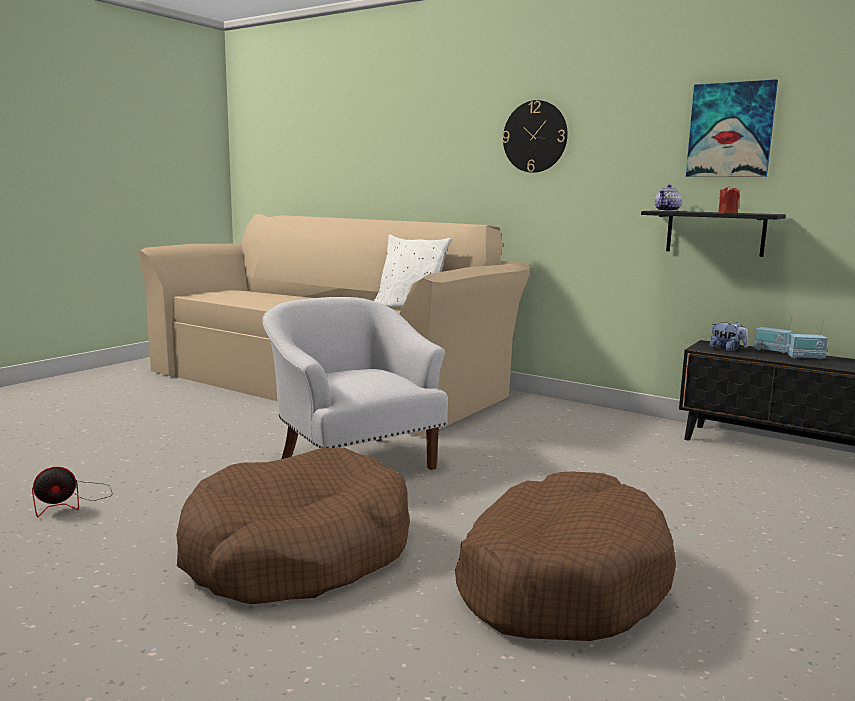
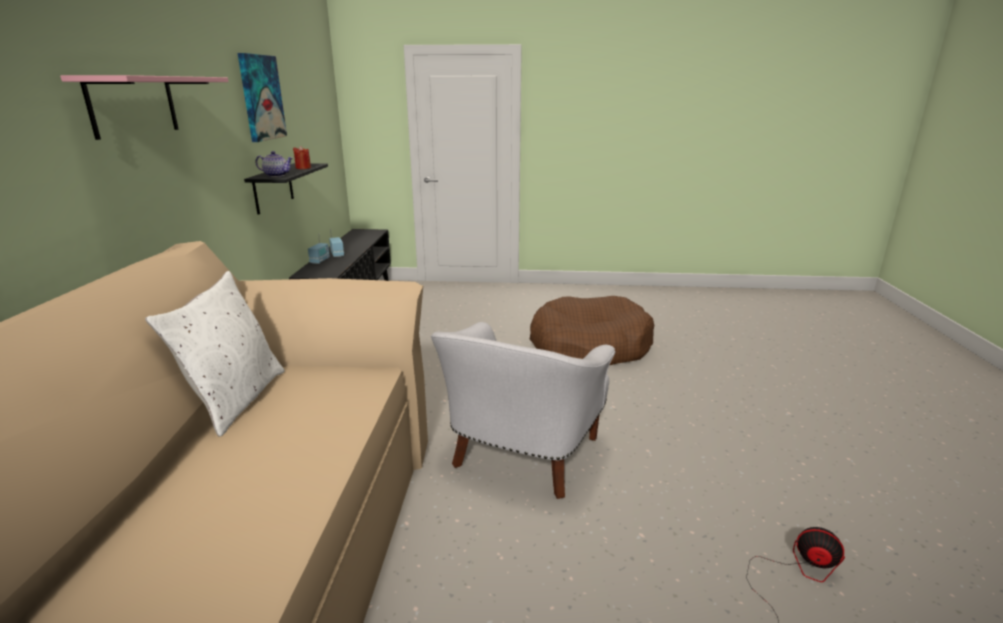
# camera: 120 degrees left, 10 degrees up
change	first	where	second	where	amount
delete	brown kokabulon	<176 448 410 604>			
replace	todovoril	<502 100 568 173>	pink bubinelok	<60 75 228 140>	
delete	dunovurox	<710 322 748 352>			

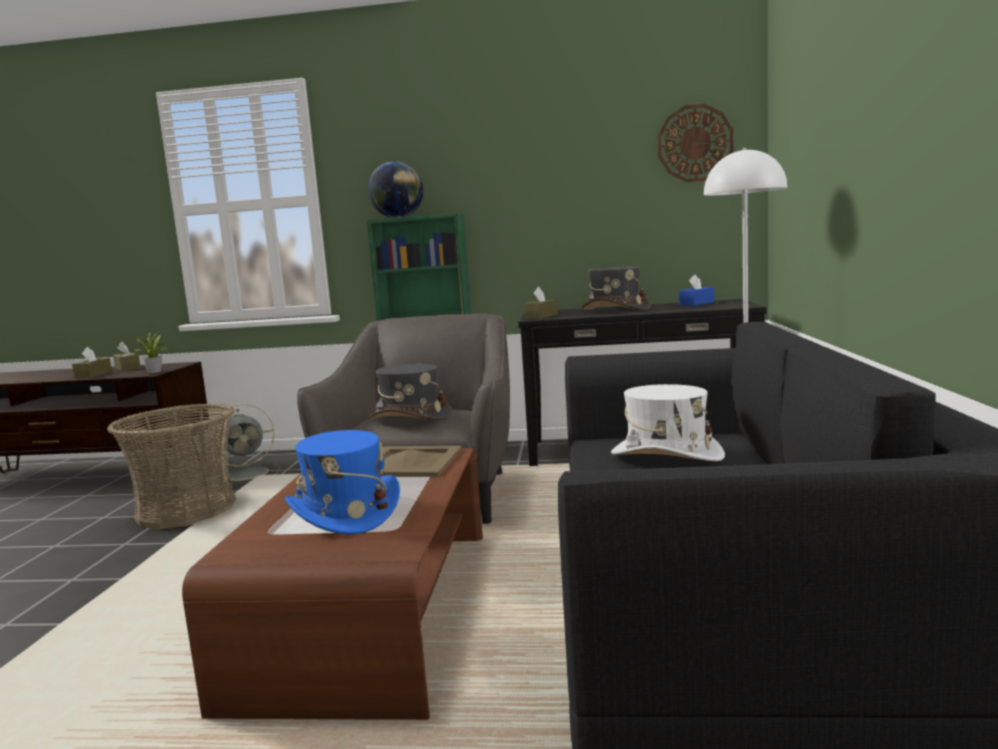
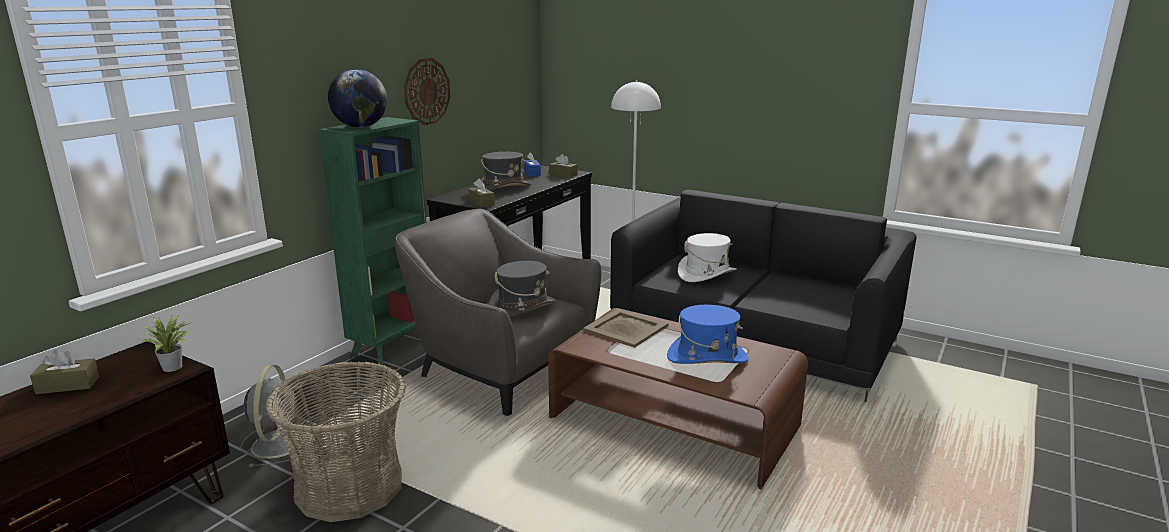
# camera: 65 degrees left, 10 degrees up
change	first	where	second	where	amount
move	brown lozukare	<72 347 112 379>		<549 154 577 178>	
move	todovoril	<658 104 734 182>		<404 58 450 125>	

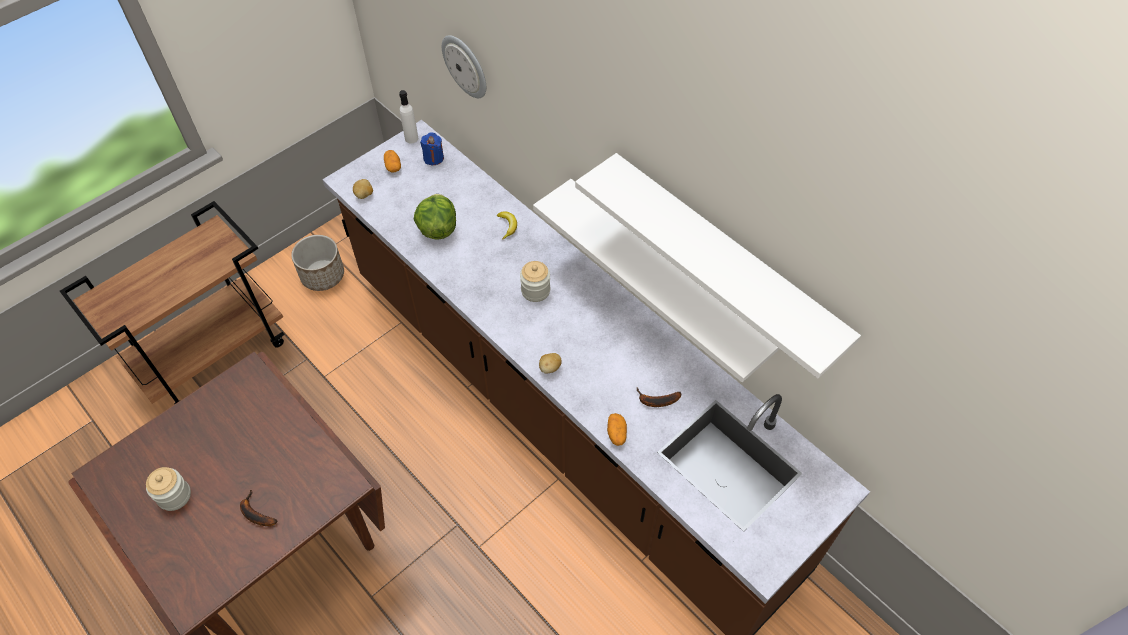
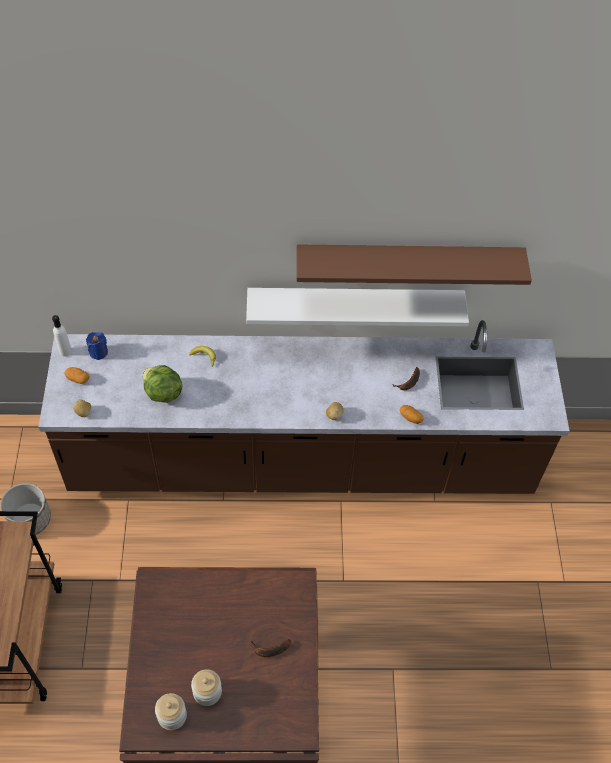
# camera: 50 degrees left, 0 degrees up
change	first	where	second	where	amount
delete	todovoril	<442 35 486 98>			
move	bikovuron	<520 261 550 302>		<155 693 187 730>	
recolor	white bubinelok	<575 153 861 378>	brown bubinelok	<296 244 532 285>	

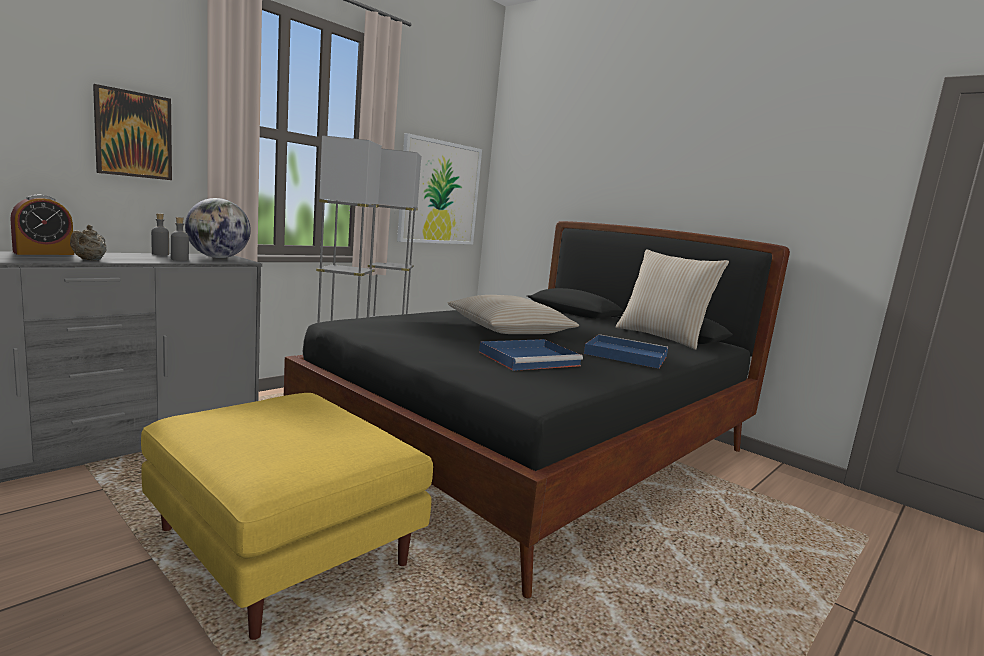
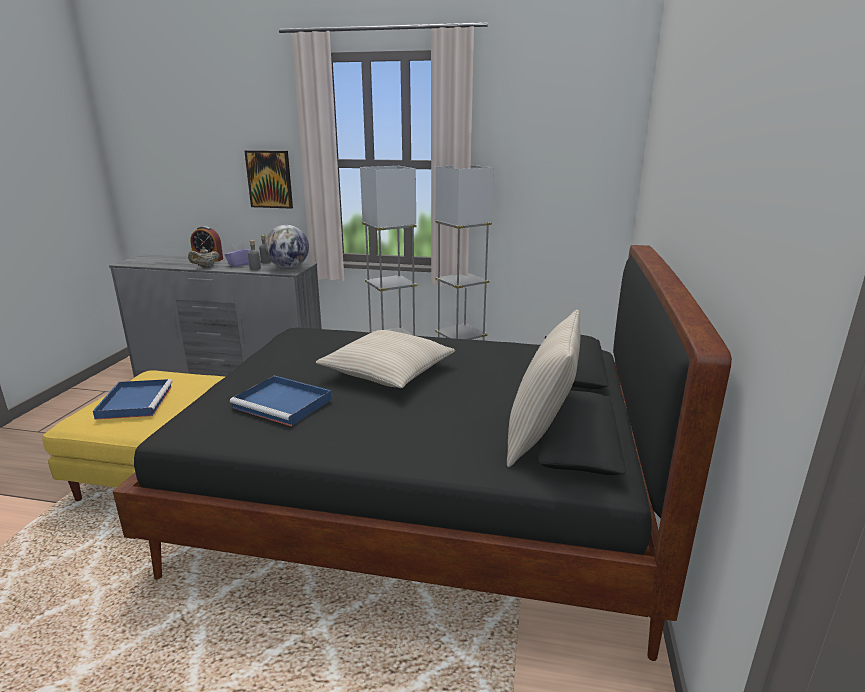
# camera: 60 degrees right, 10 degrees up
change	first	where	second	where	amount
delete	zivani	<397 133 482 244>			
move	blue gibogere	<584 334 668 369>		<93 379 173 420>	
insert			purple lozukare	<224 243 251 267>	

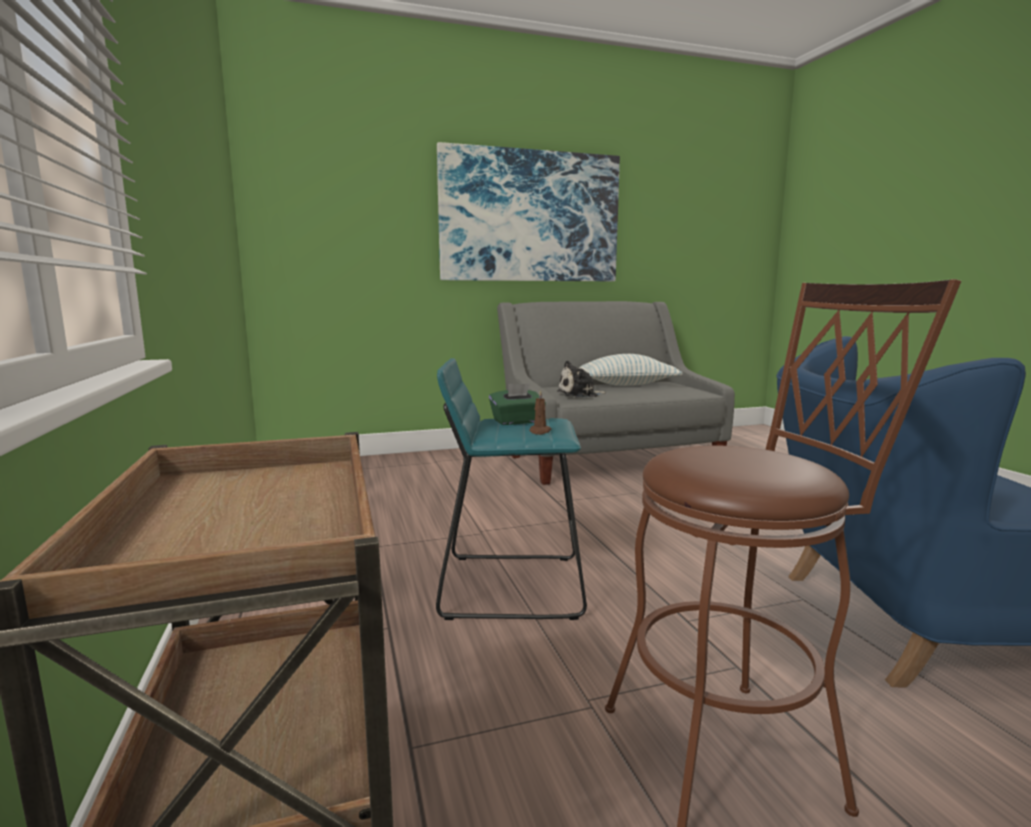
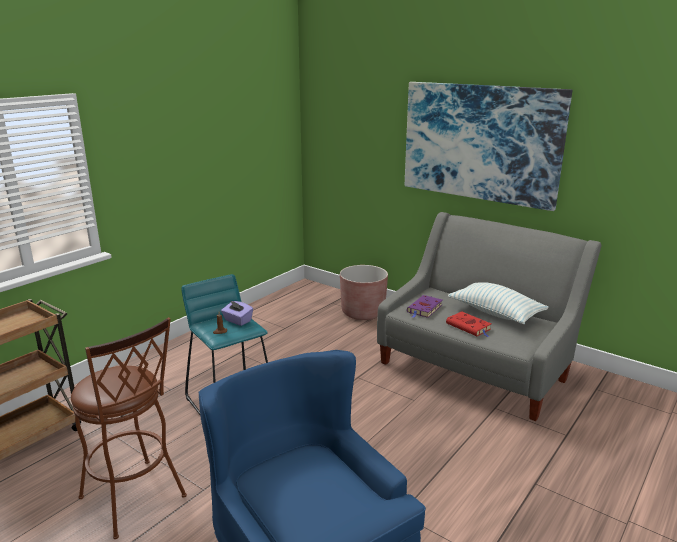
# camera: 55 degrees right, 10 degrees up
change	first	where	second	where	amount
recolor	green lozukare	<489 383 546 425>	purple lozukare	<221 300 253 326>	
replace	dunovurox	<557 360 607 398>	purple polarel	<407 295 442 318>	
insert			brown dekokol	<340 265 388 320>	
insert			red polarel	<446 311 492 337>	

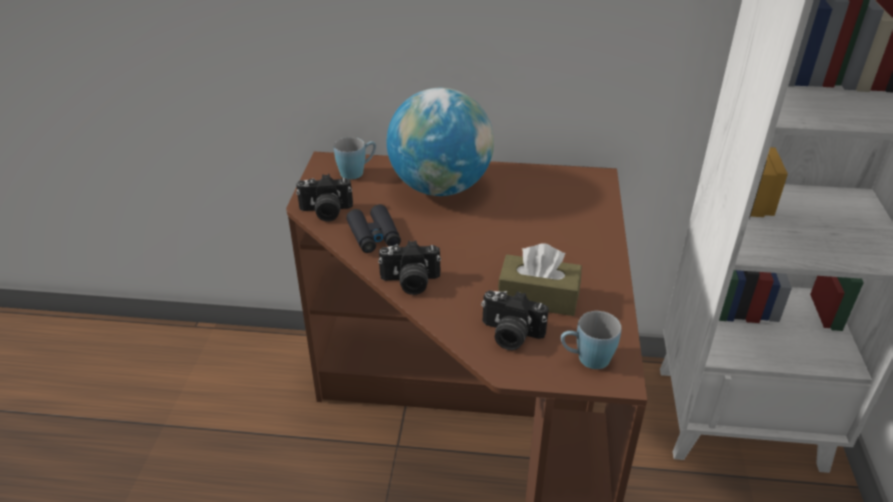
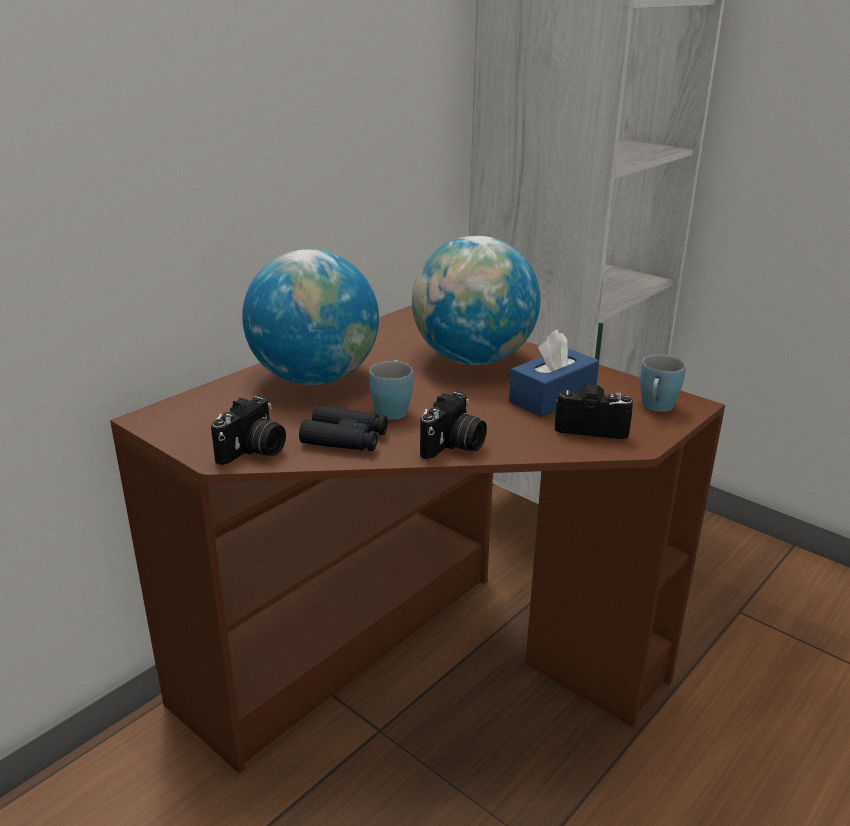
# camera: 55 degrees left, 10 degrees down
change	first	where	second	where	amount
move	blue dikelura	<334 137 376 180>		<369 360 413 420>	
rotate	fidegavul	<481 290 549 350>		<555 384 633 439>	135 degrees counterclockwise
recolor	brown lozukare	<498 243 582 316>	blue lozukare	<509 330 599 417>	
insert			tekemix	<412 236 540 365>	

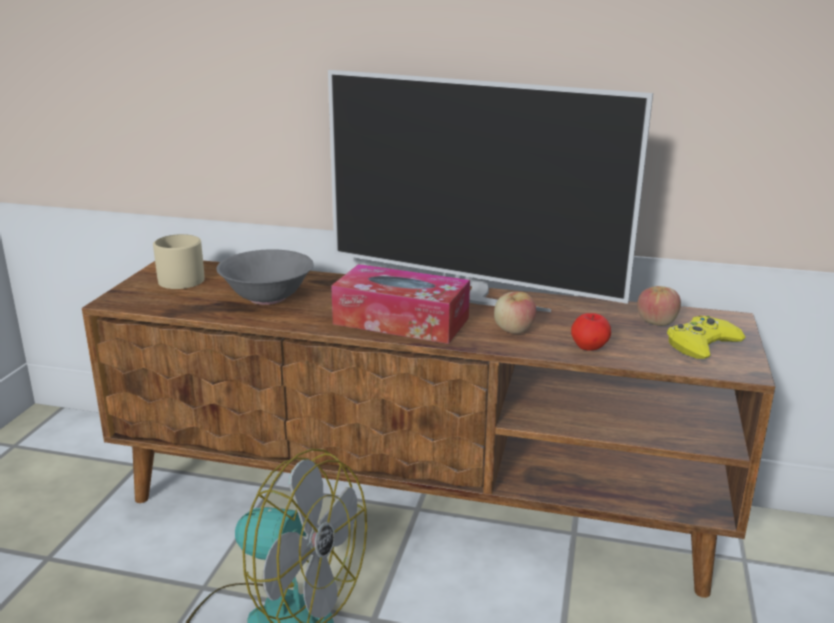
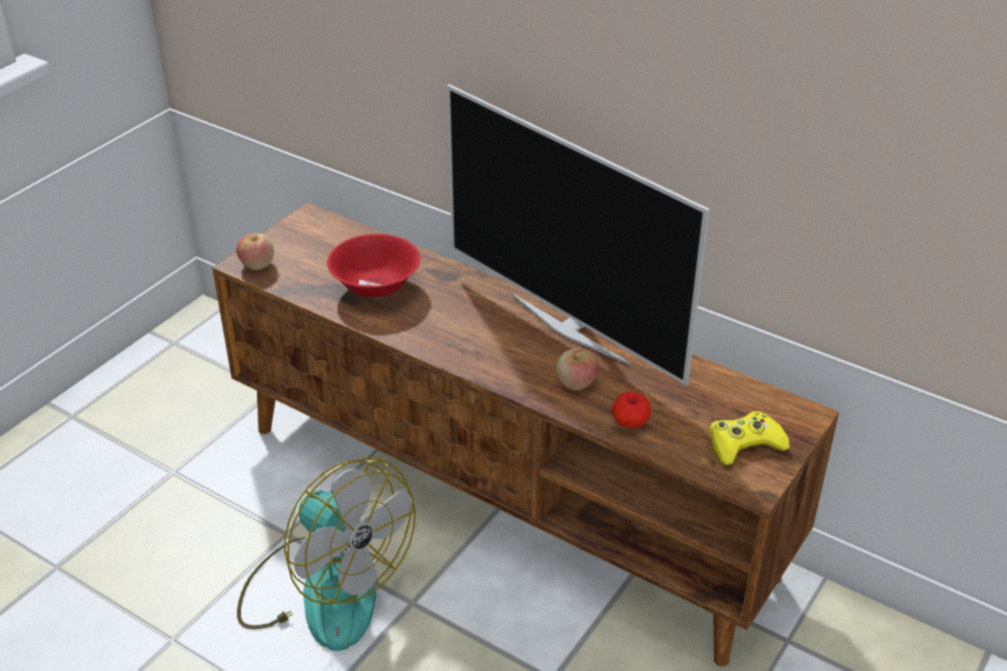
# camera: 20 degrees right, 15 degrees up
change	first	where	second	where	amount
delete	beige dikelura	<153 234 204 289>			
recolor	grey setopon	<216 249 314 305>	red setopon	<327 234 420 298>	
delete	lozukare	<331 264 470 344>			
move	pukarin	<637 286 681 326>		<236 233 274 270>	

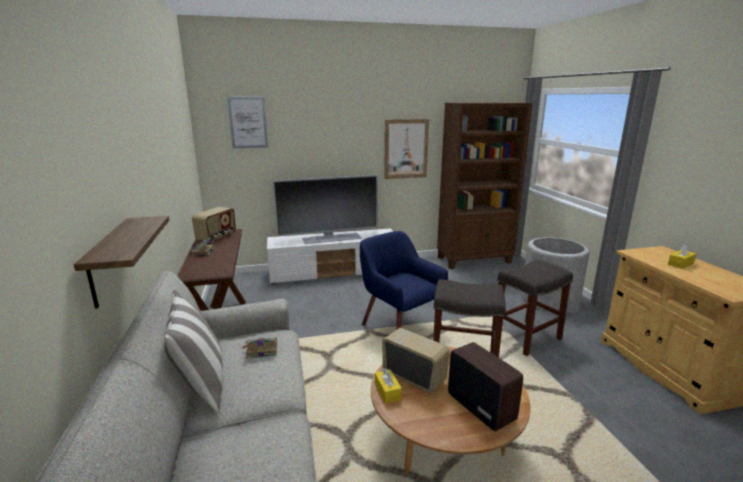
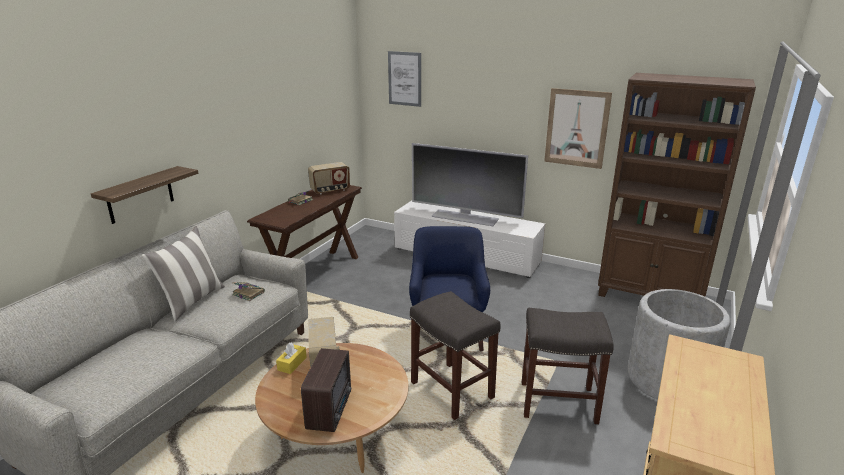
# camera: 40 degrees right, 5 degrees up
change	first	where	second	where	amount
delete	yellow lozukare	<668 244 696 269>			

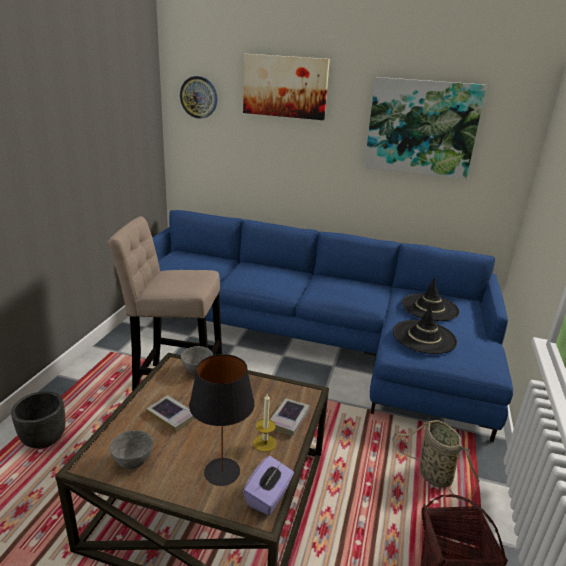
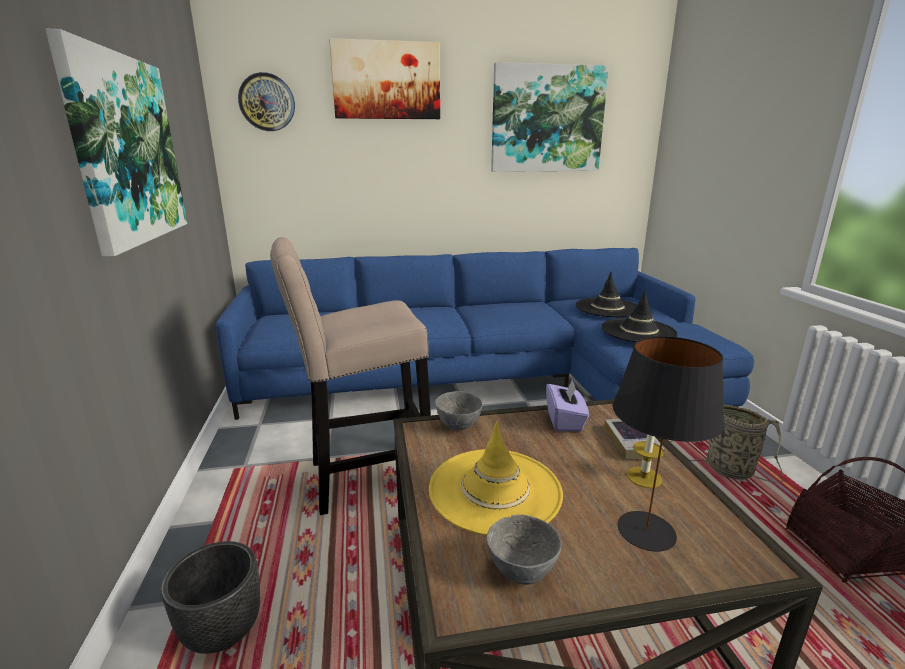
# camera: 25 degrees left, 5 degrees down
change	first	where	second	where	amount
replace	polarel	<146 395 195 433>	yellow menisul	<429 422 563 536>	
move	purple lozukare	<243 456 294 515>		<546 379 589 431>	
insert			zivani	<45 28 187 257>	

